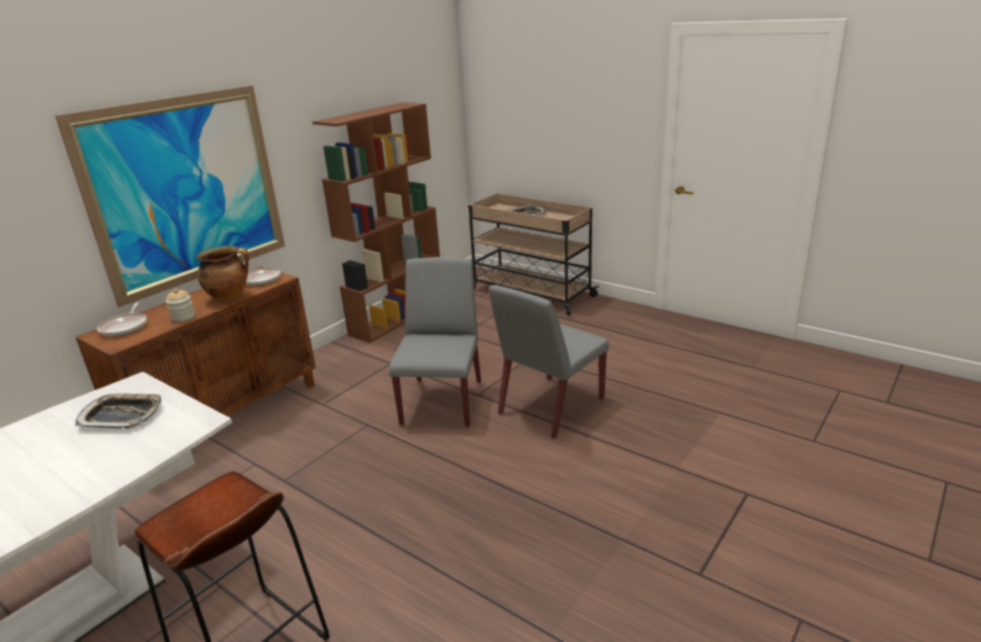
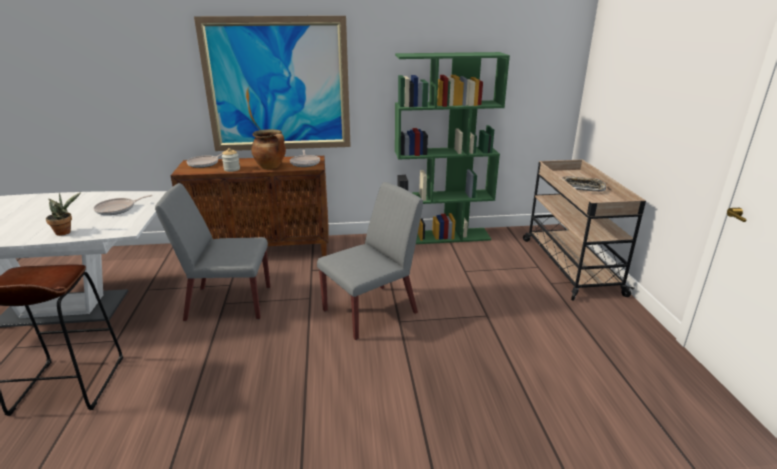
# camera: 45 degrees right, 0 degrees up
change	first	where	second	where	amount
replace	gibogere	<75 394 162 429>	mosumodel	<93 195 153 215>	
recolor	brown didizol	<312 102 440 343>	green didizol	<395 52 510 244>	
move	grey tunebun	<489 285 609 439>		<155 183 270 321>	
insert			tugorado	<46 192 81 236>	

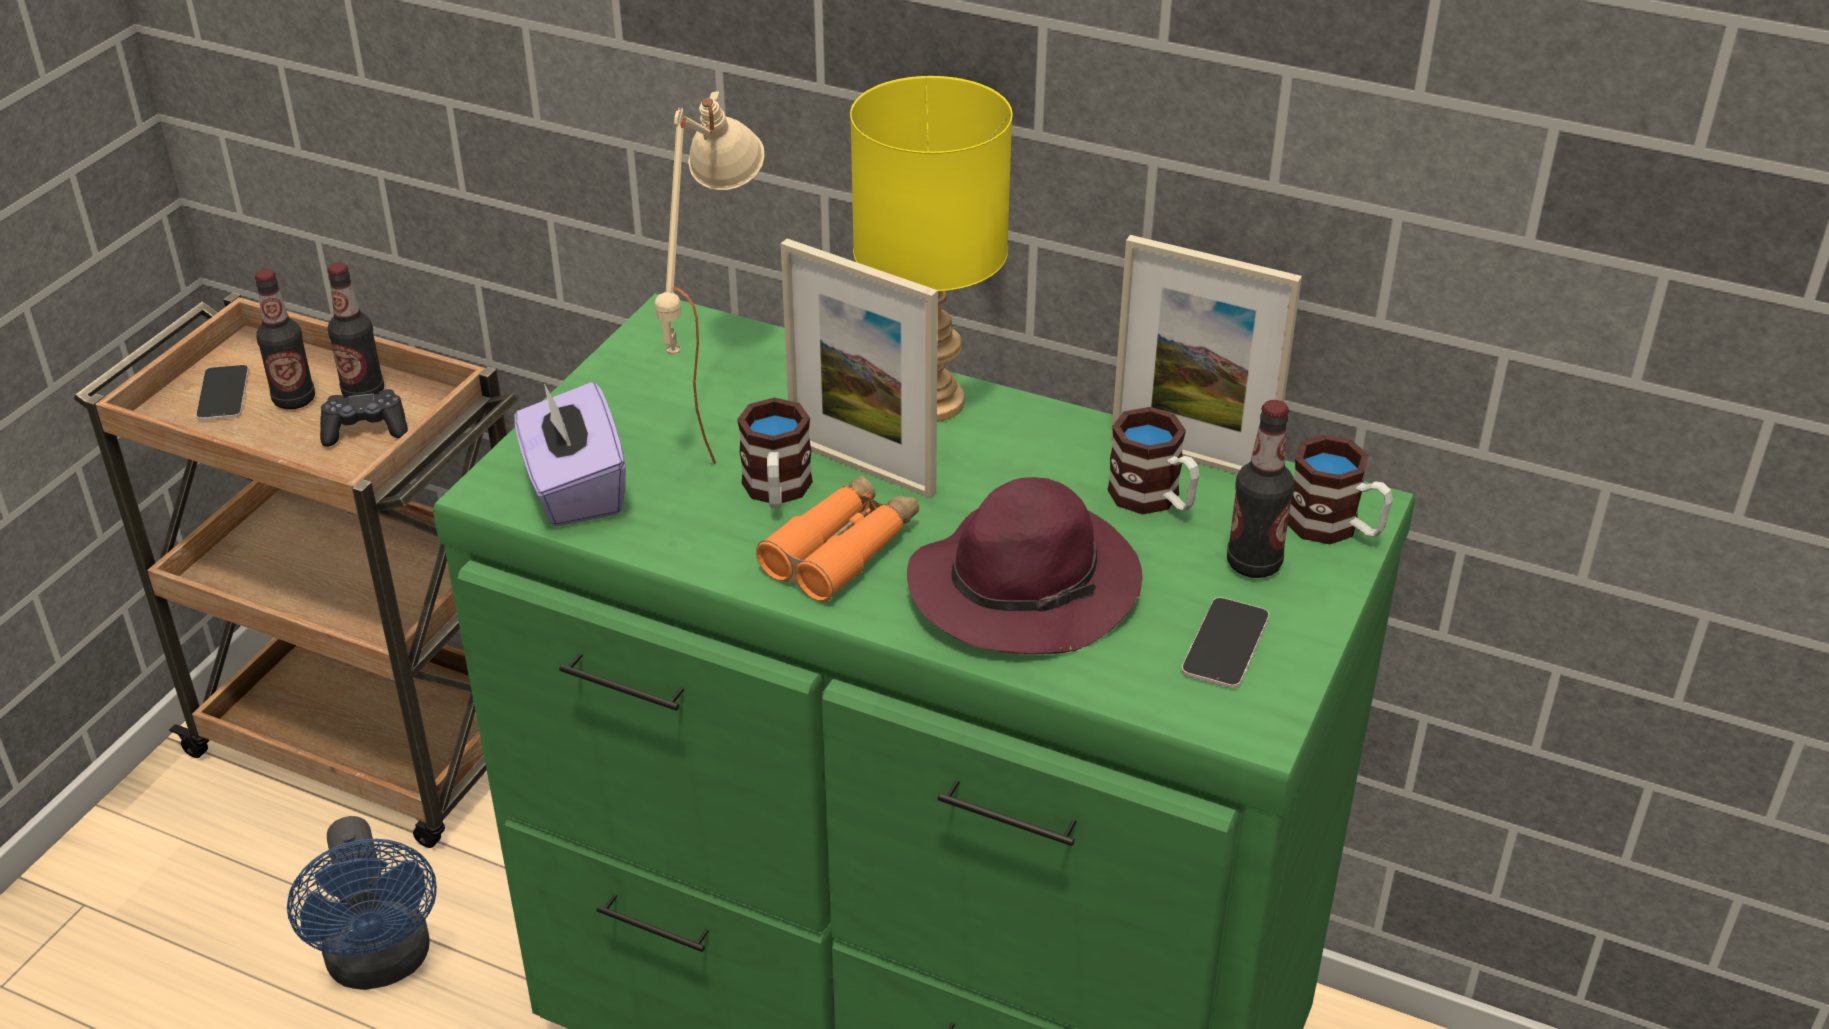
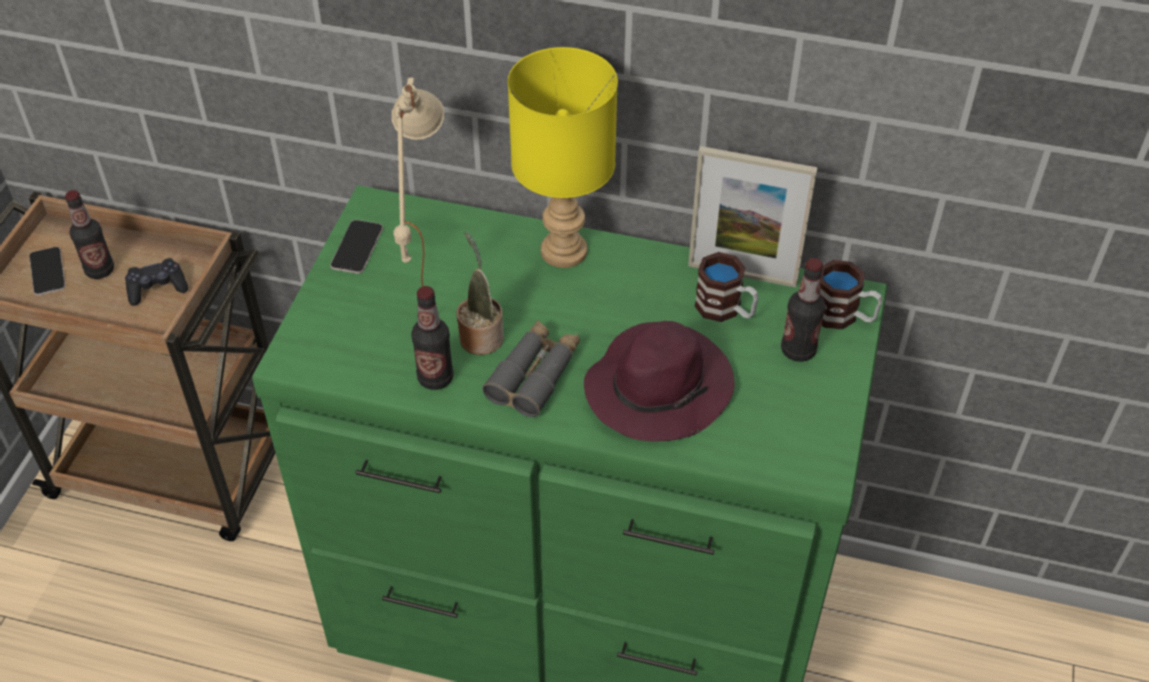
# camera: 10 degrees left, 10 degrees up
change	first	where	second	where	amount
delete	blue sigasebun	<287 816 437 990>			
move	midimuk	<328 262 384 398>		<411 286 454 390>	
delete	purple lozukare	<515 382 626 527>			
replace	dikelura	<737 398 813 509>	tugorado	<456 232 504 355>	
recolor	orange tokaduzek	<756 474 919 601>	grey tokaduzek	<482 320 580 417>	
delete	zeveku	<780 238 938 498>			
move	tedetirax	<1182 597 1269 688>		<330 220 383 274>	

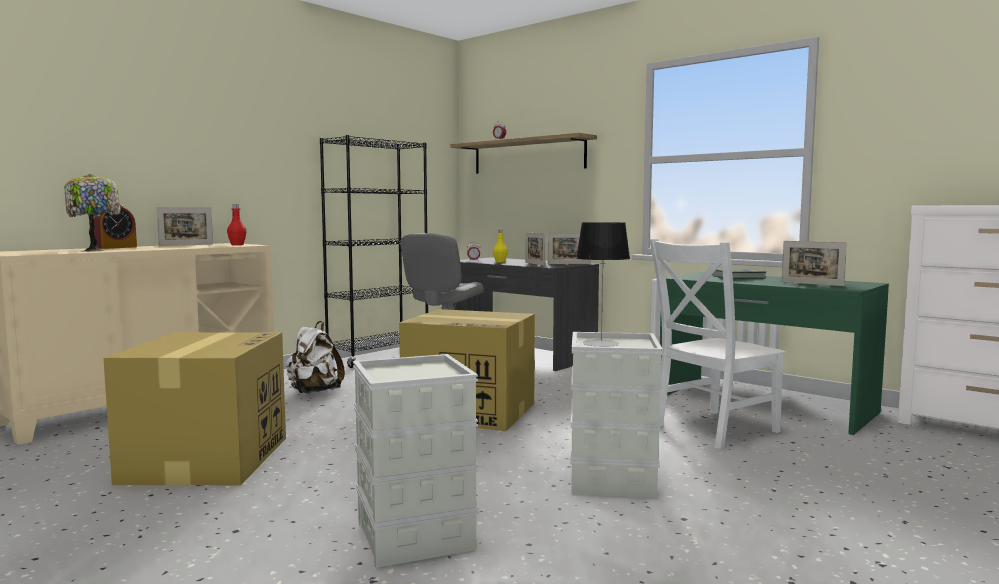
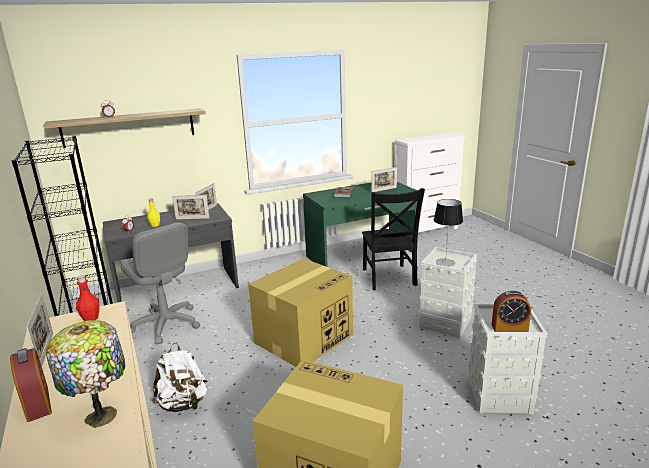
# camera: 65 degrees left, 15 degrees up
change	first	where	second	where	amount
recolor	white tunebun	<649 239 786 449>	black tunebun	<362 188 425 290>	
insert			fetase	<492 291 531 332>	

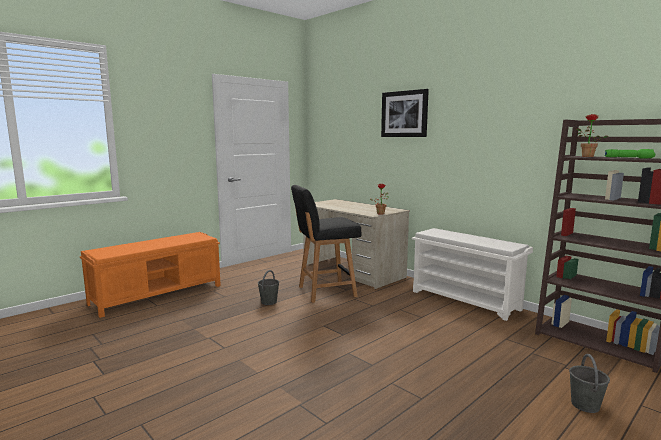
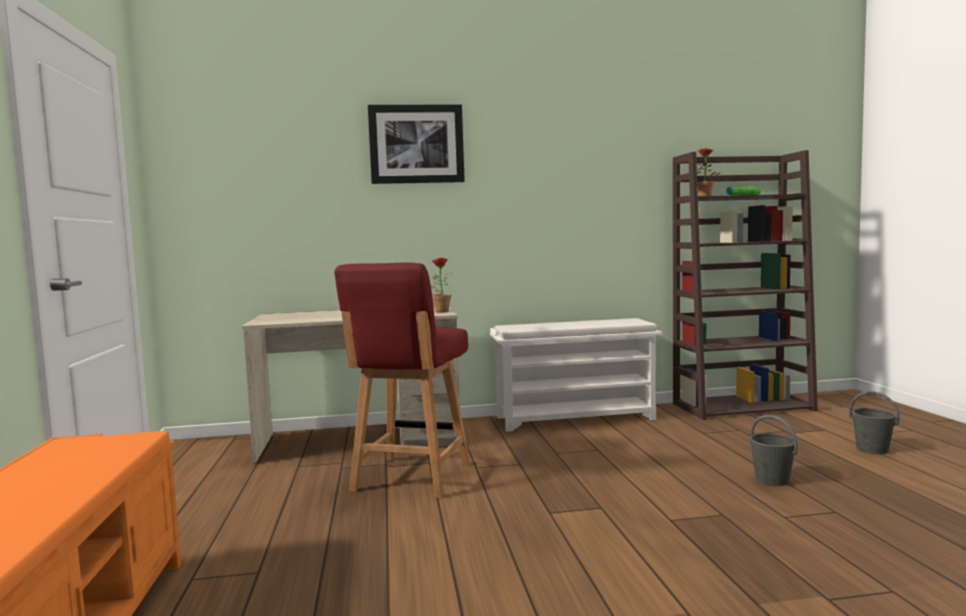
# camera: 55 degrees left, 5 degrees down
change	first	where	second	where	amount
move	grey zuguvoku	<258 270 279 305>		<749 415 798 486>	
recolor	black tunebun	<291 185 362 303>	red tunebun	<334 262 470 498>	

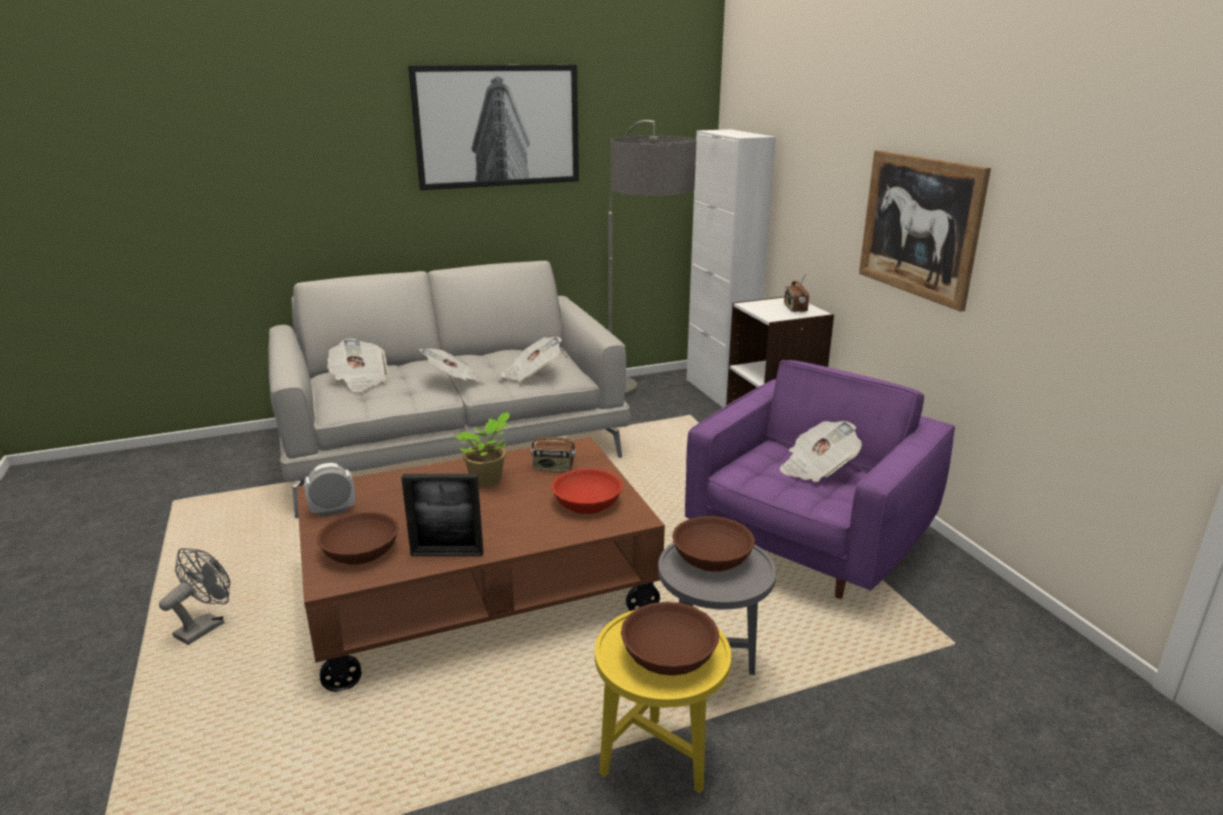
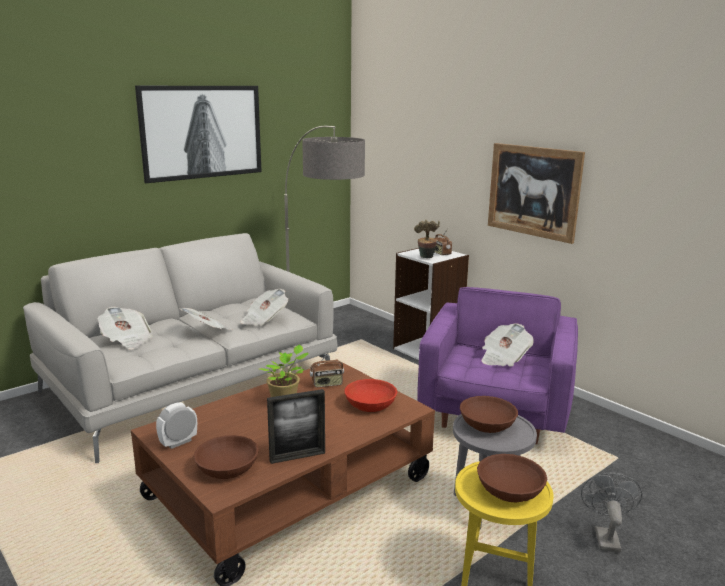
# camera: 20 degrees left, 5 degrees down
change	first	where	second	where	amount
move	grey sigasebun	<159 548 230 645>		<581 473 642 553>	
delete	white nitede	<687 129 776 408>			
insert			tugorado	<414 219 440 258>	

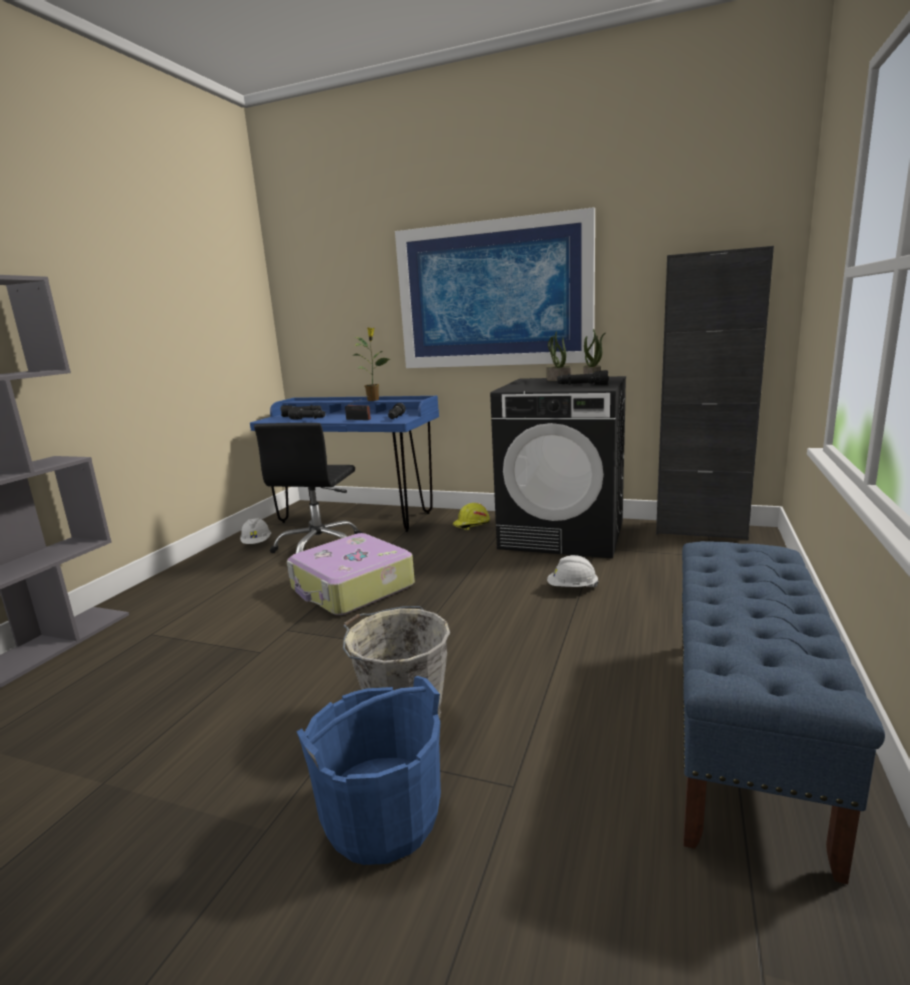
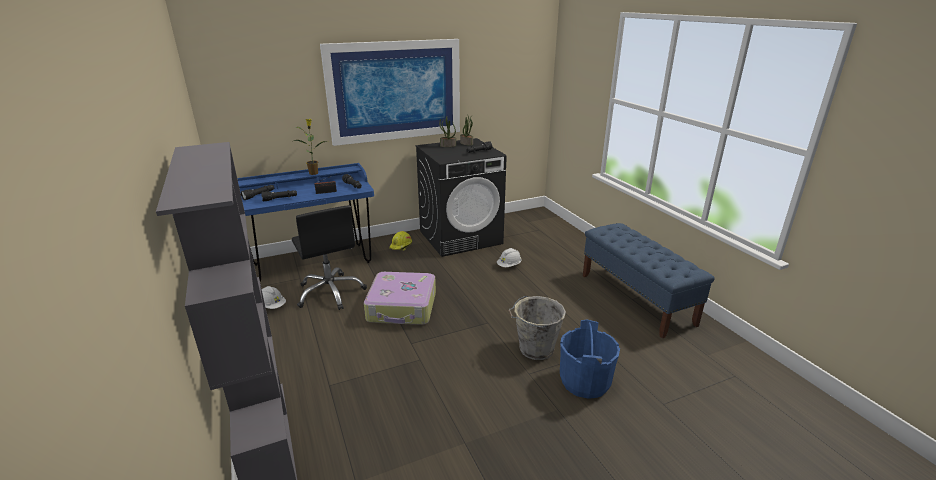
# camera: 45 degrees left, 10 degrees up
change	first	where	second	where	amount
delete	black nitede	<656 246 774 540>			

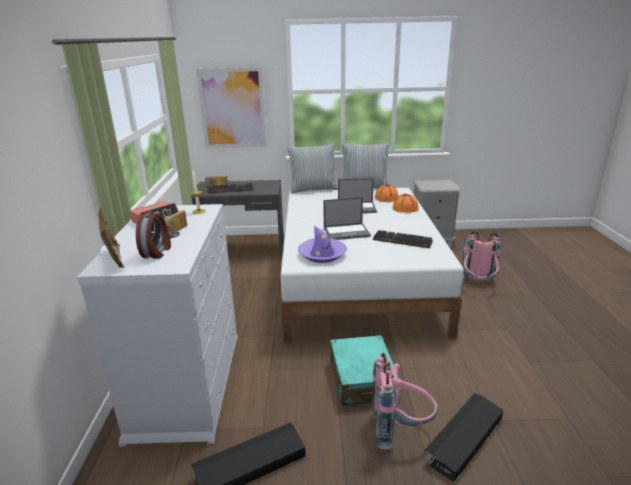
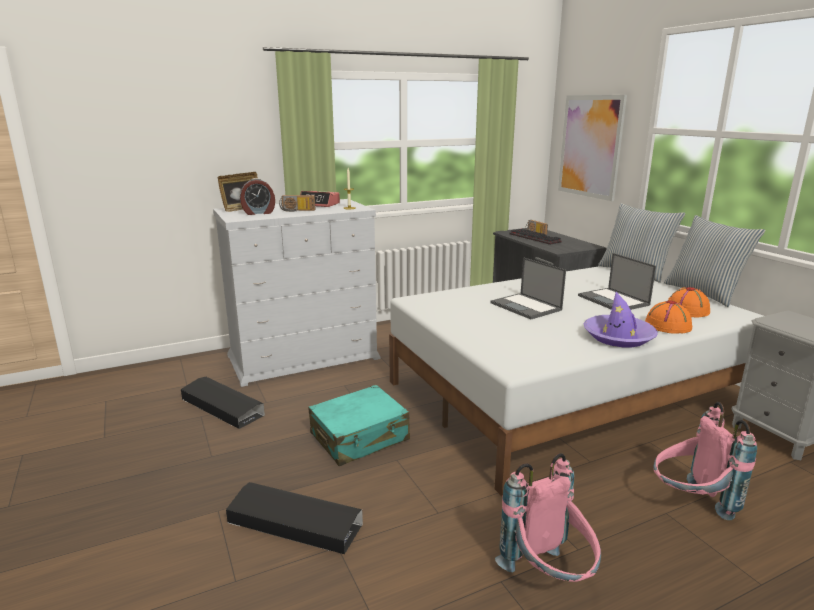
# camera: 65 degrees right, 5 degrees down
change	first	where	second	where	amount
move	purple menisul	<298 226 347 263>		<583 292 658 347>	
move	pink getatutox	<372 353 438 449>		<495 453 601 582>	
delete	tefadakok	<373 230 433 248>			

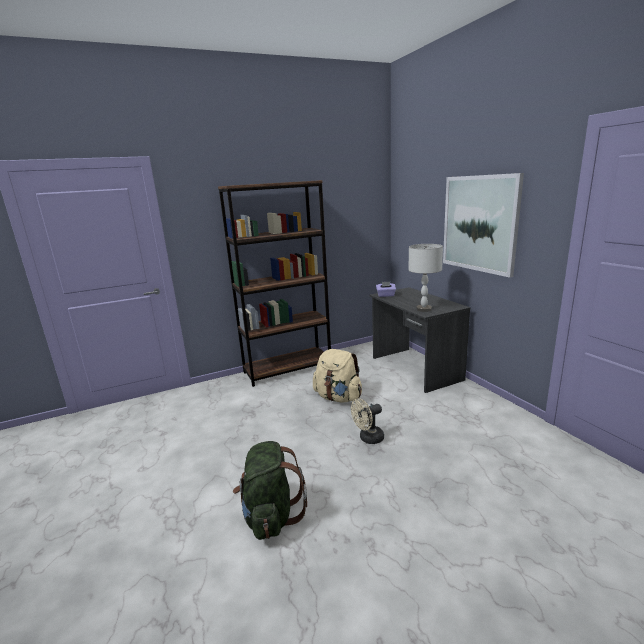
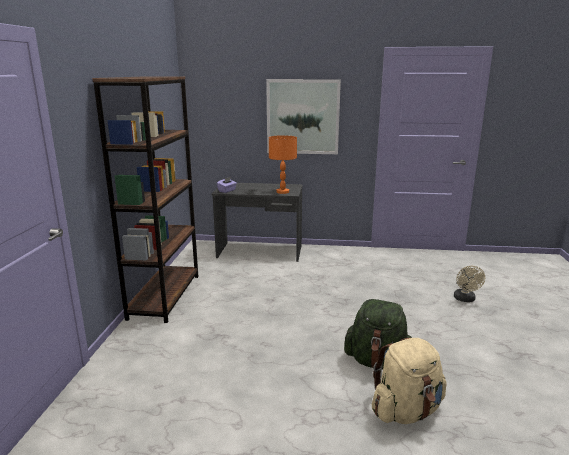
# camera: 60 degrees left, 0 degrees up
change	first	where	second	where	amount
move	beige getatutox	<313 349 362 403>		<372 338 447 424>	
move	beige sigasebun	<351 398 384 444>		<454 266 485 302>	
recolor	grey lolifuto	<408 244 443 312>	orange lolifuto	<269 135 297 194>	

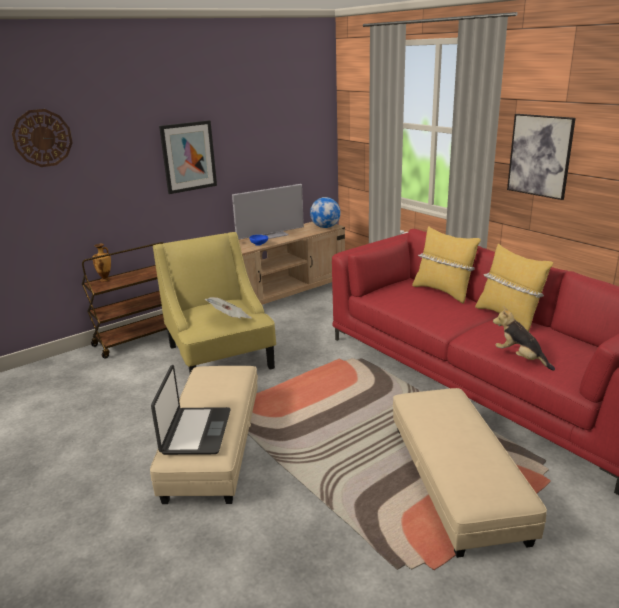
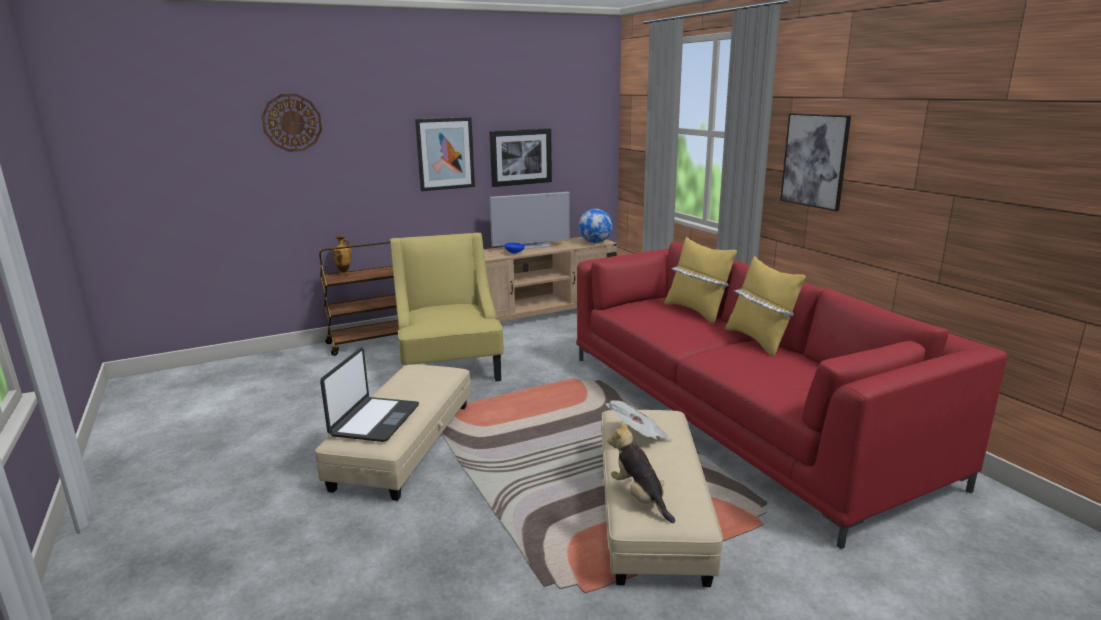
# camera: 10 degrees right, 5 degrees down
change	first	where	second	where	amount
move	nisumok	<205 297 252 319>		<605 400 672 440>	
move	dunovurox	<493 306 555 370>		<607 420 675 523>	
insert			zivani	<490 128 552 187>	

